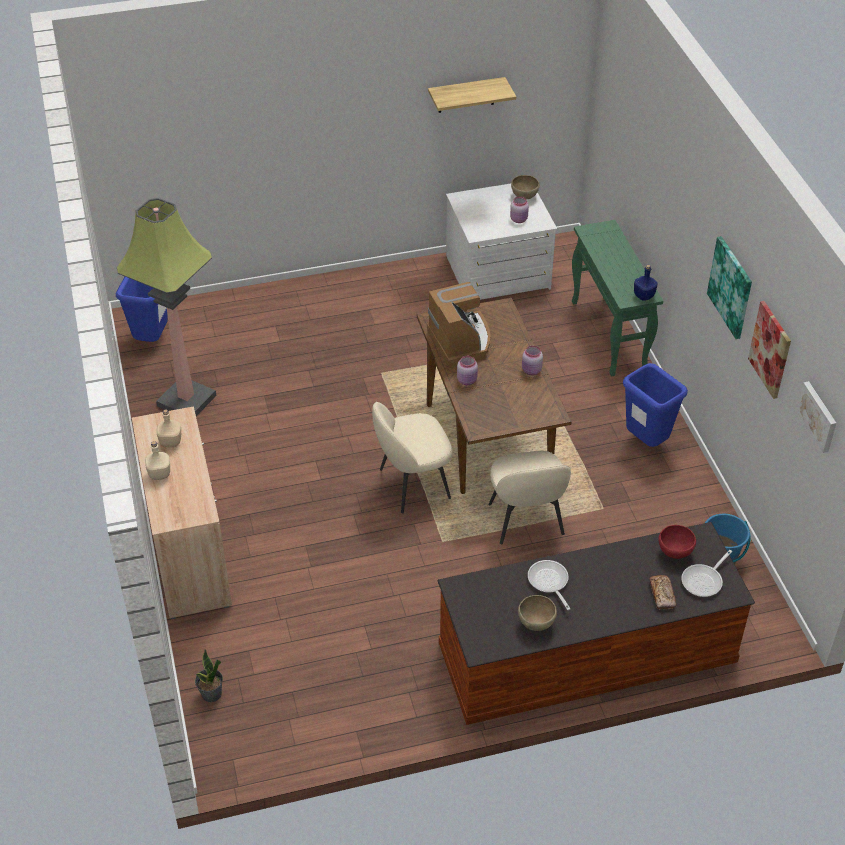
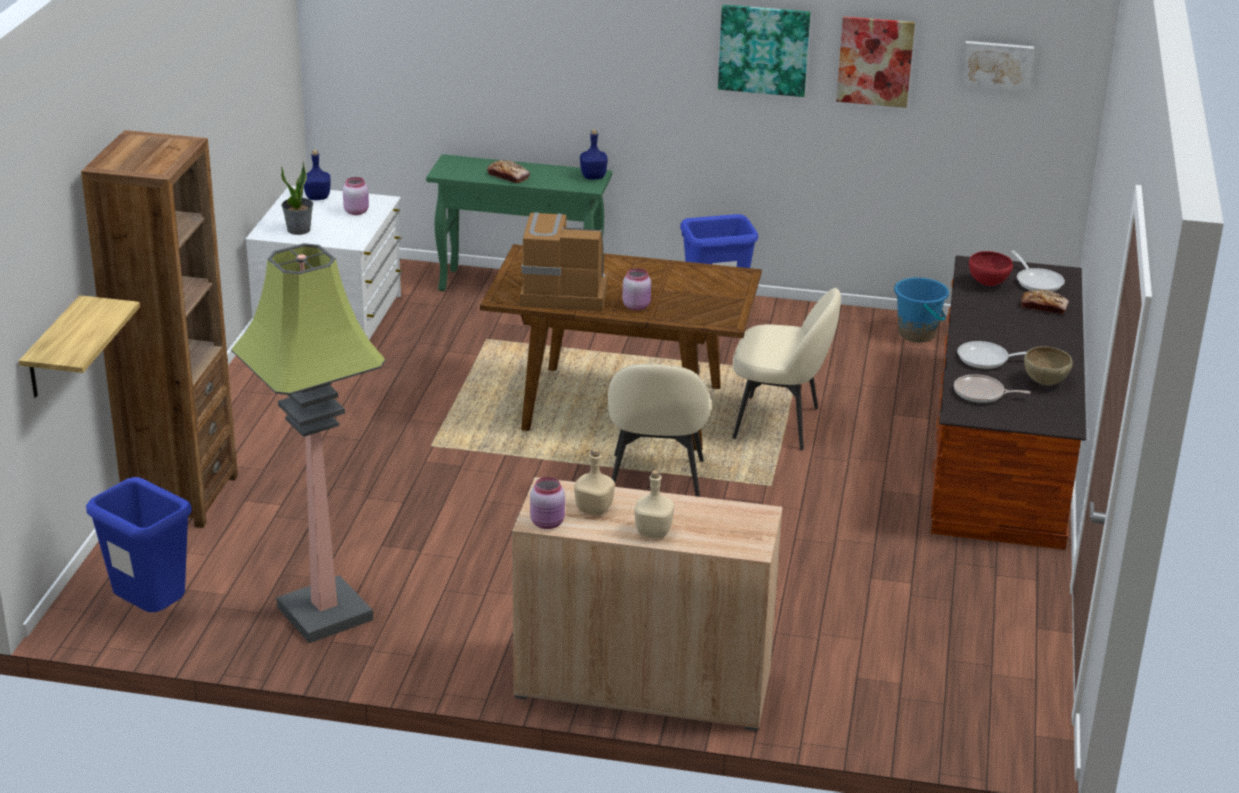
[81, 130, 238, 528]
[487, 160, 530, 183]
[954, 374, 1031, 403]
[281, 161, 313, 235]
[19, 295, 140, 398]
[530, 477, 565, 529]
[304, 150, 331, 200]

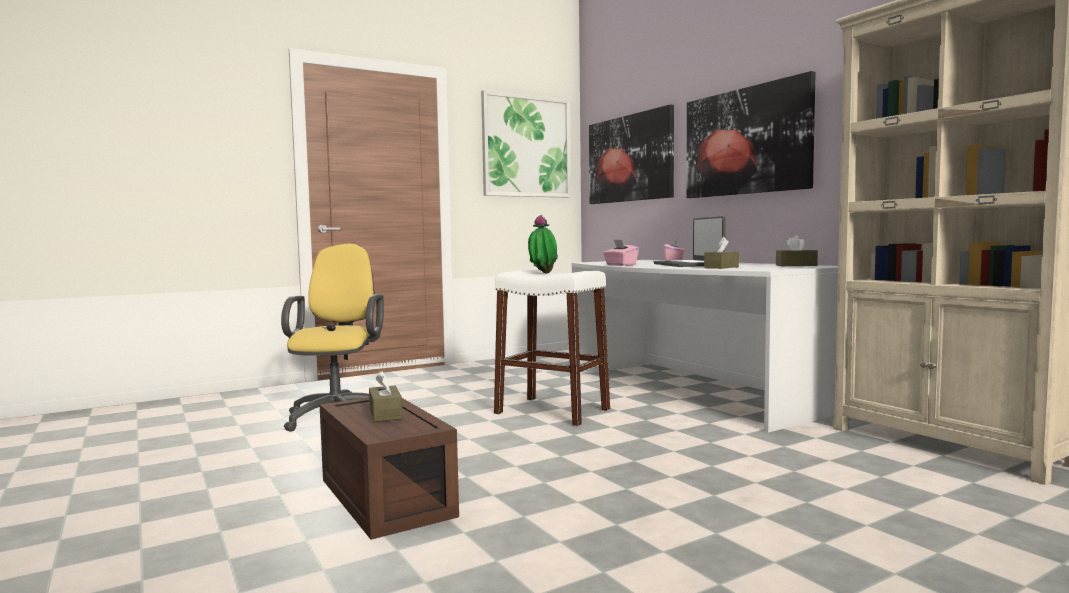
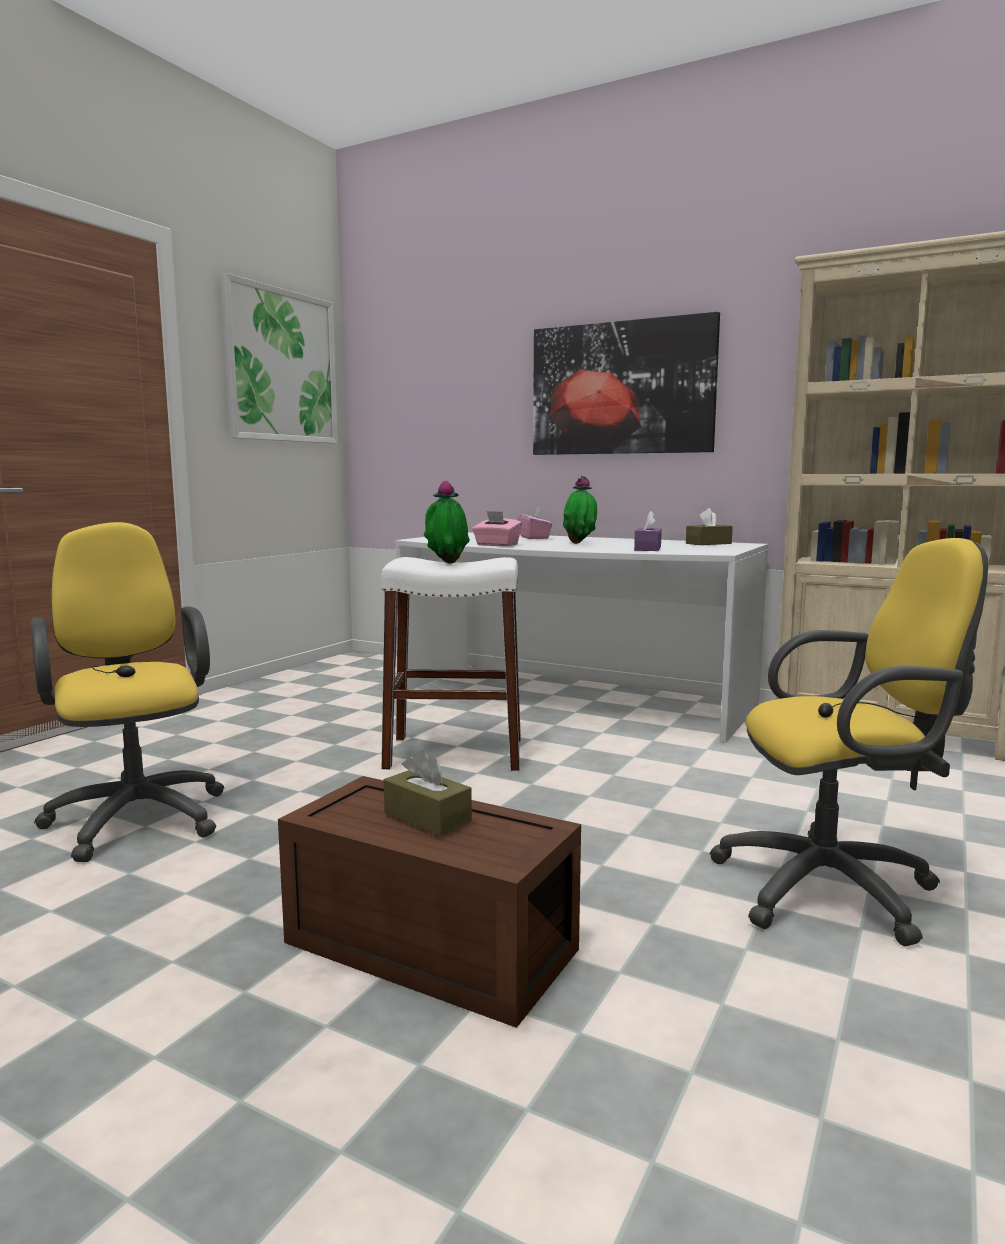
[589, 104, 674, 204] (first image)
[709, 538, 988, 946]
[563, 476, 597, 544]
[634, 511, 662, 551]

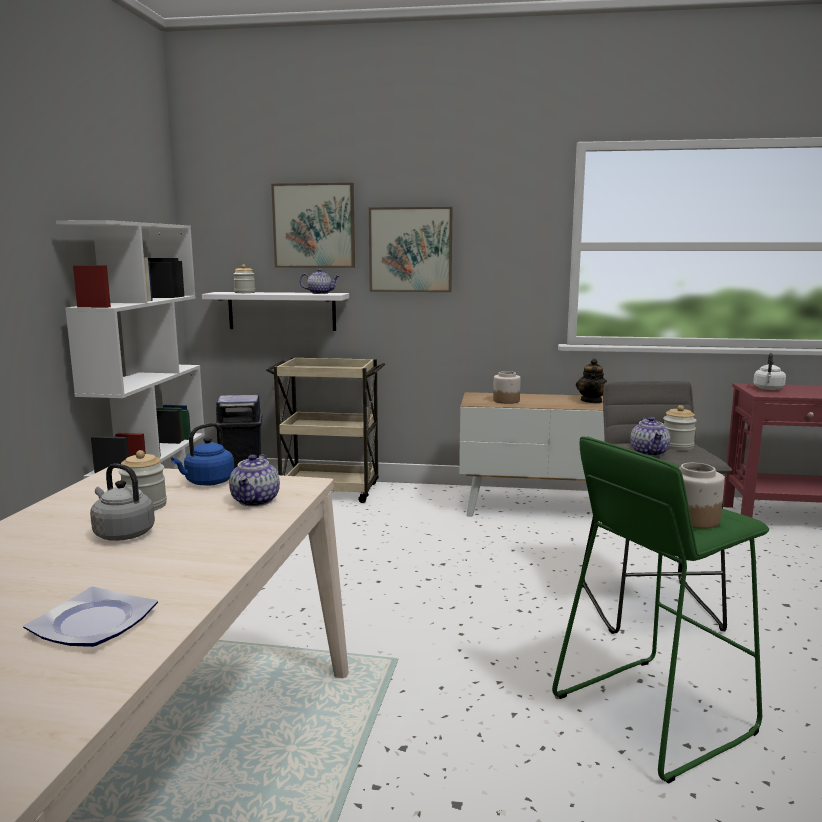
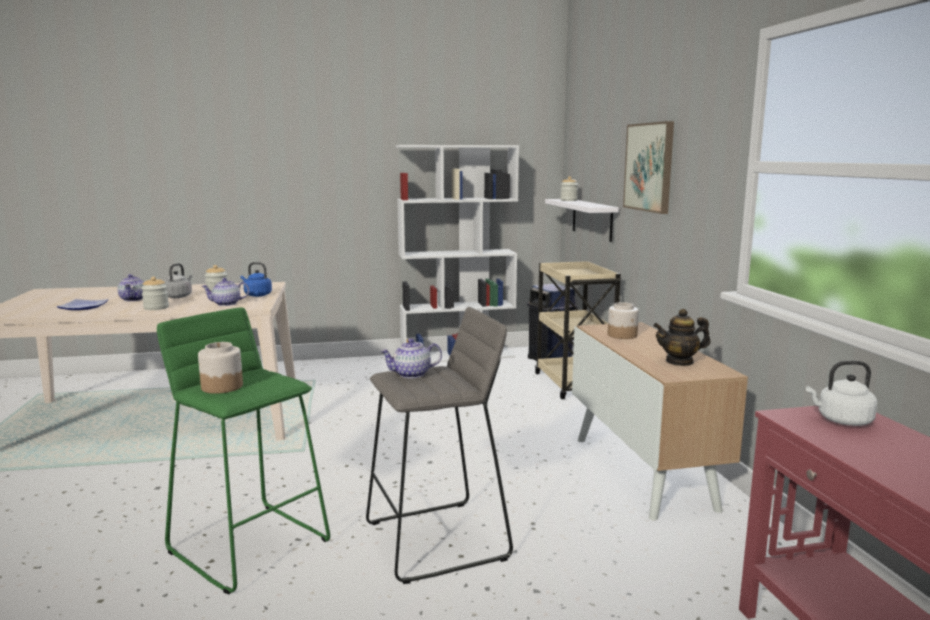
[271, 183, 355, 268] (first image)
[118, 274, 144, 301]
[141, 276, 169, 310]

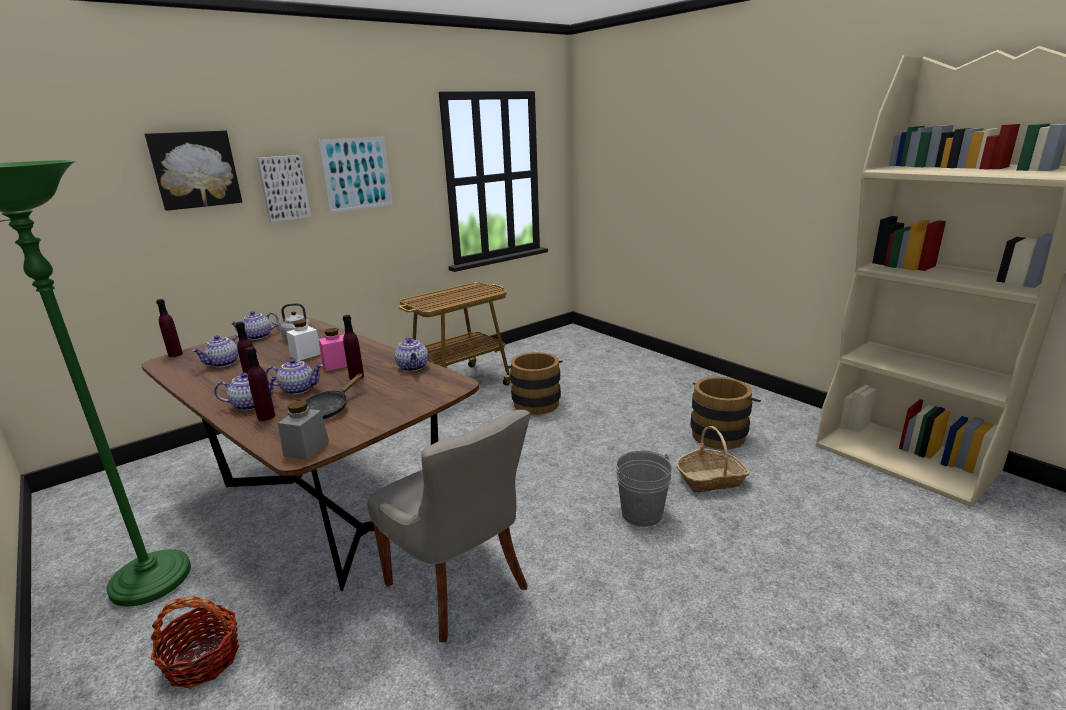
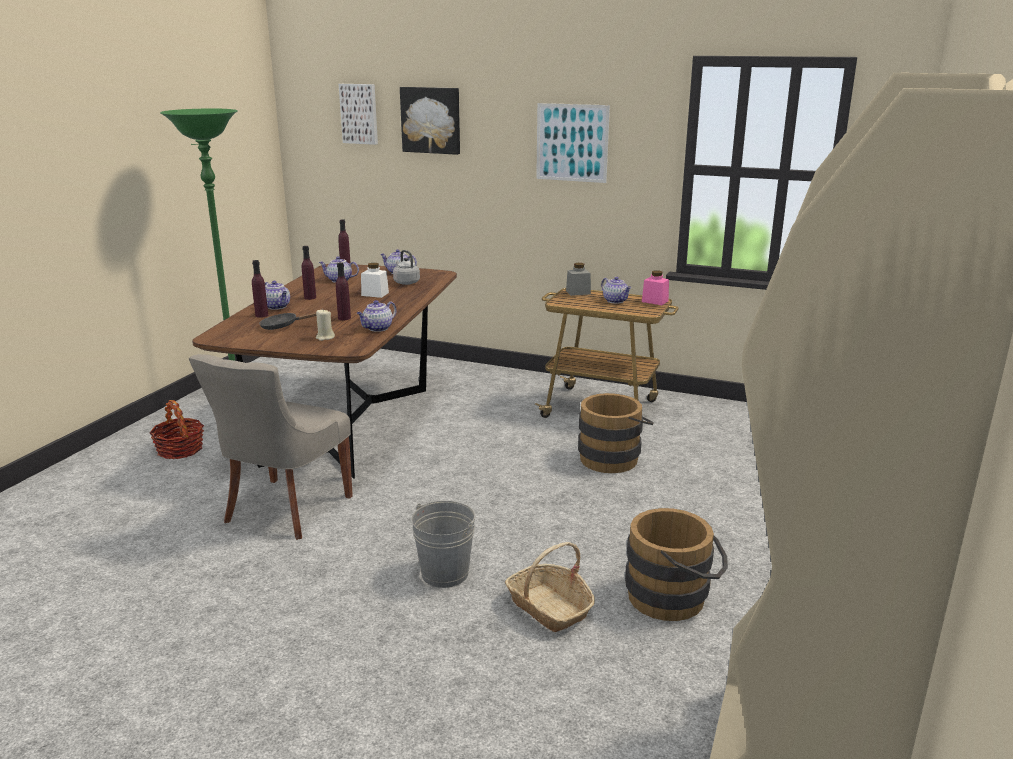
[316, 310, 335, 341]
[339, 84, 378, 145]
[601, 277, 631, 304]
[566, 263, 591, 296]
[642, 270, 669, 305]

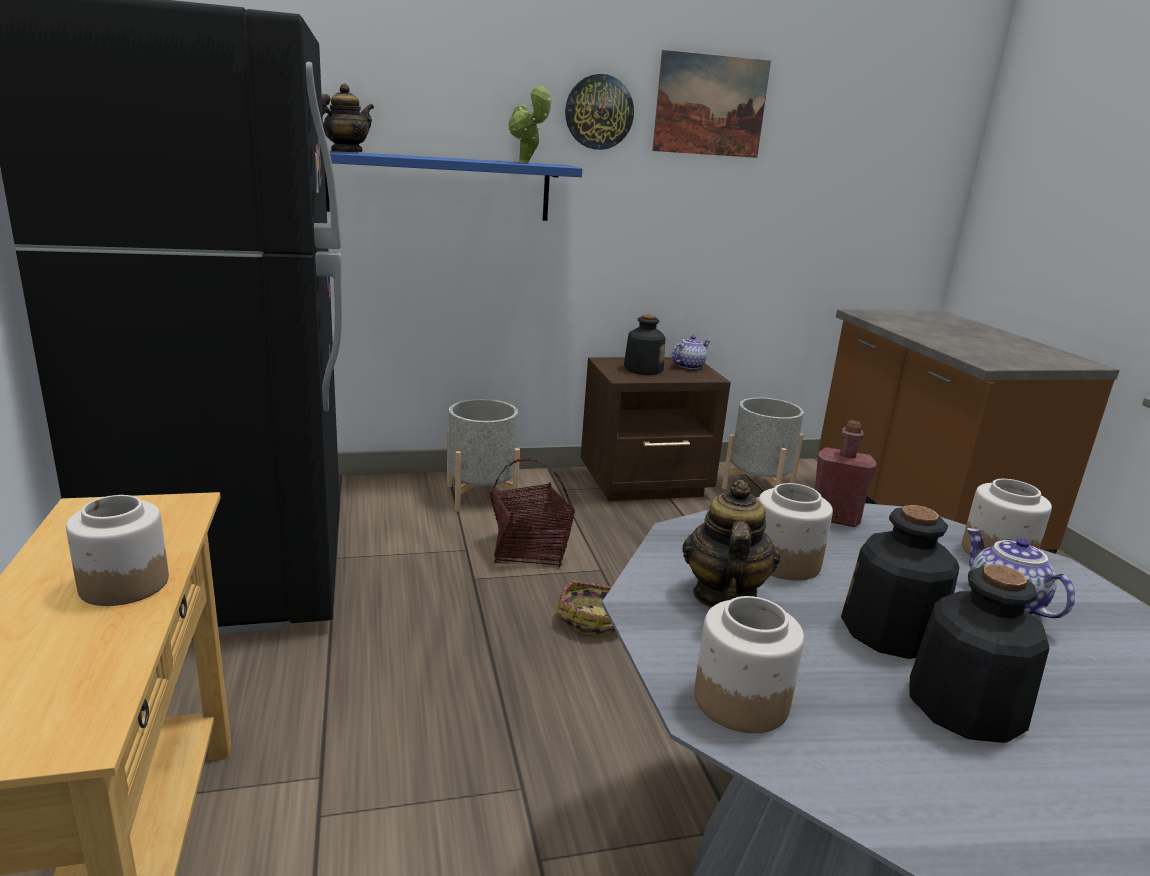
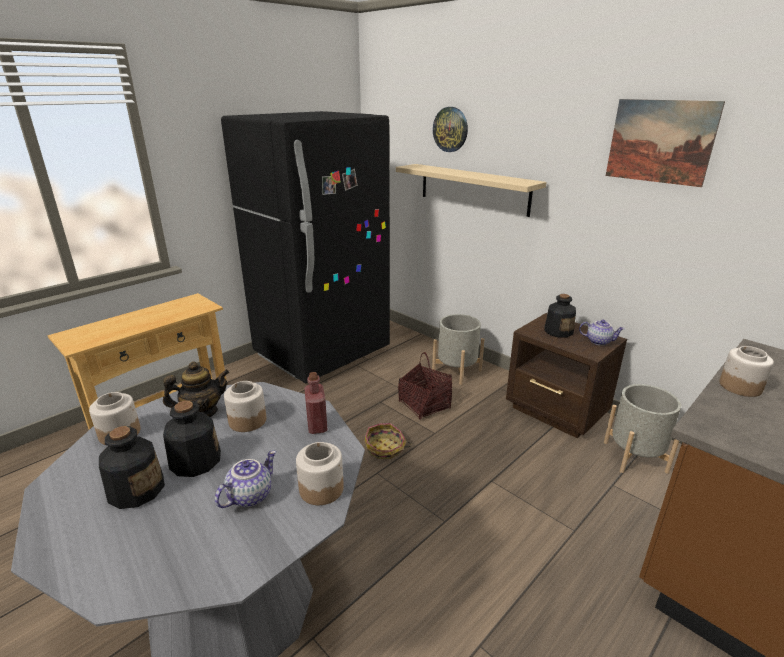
[322, 84, 374, 152] (first image)
[508, 85, 551, 163] (first image)
[719, 346, 774, 397]
[433, 107, 468, 152]
[396, 164, 546, 217]

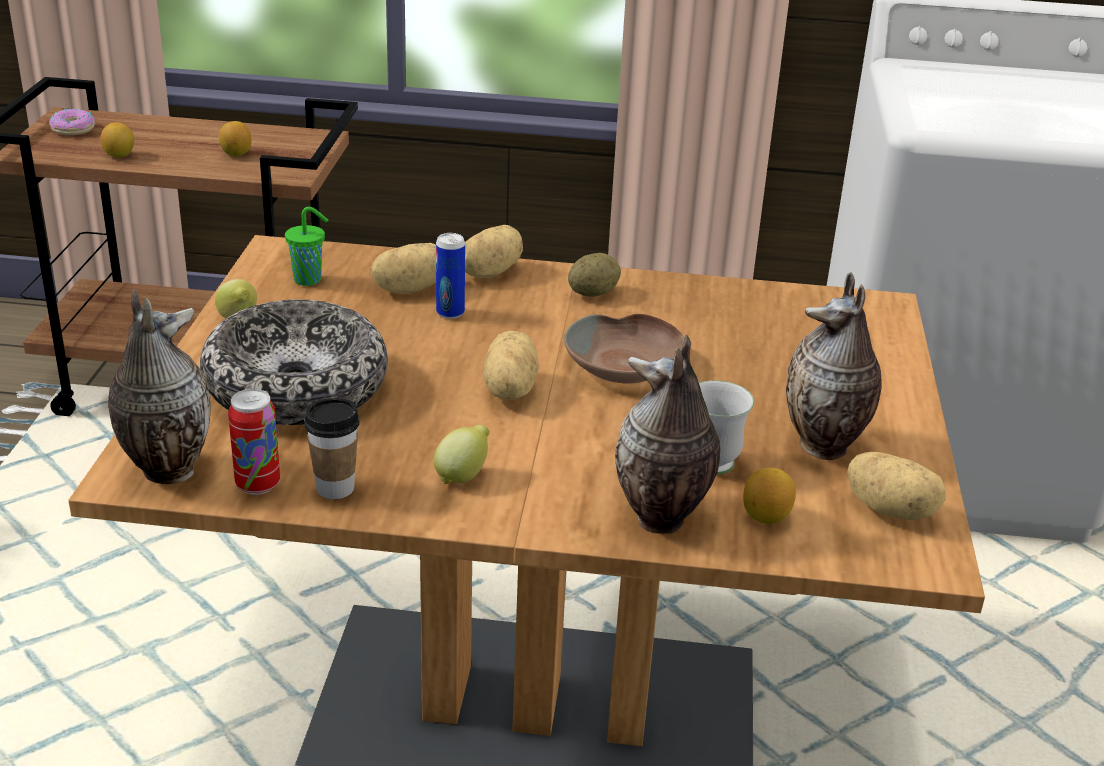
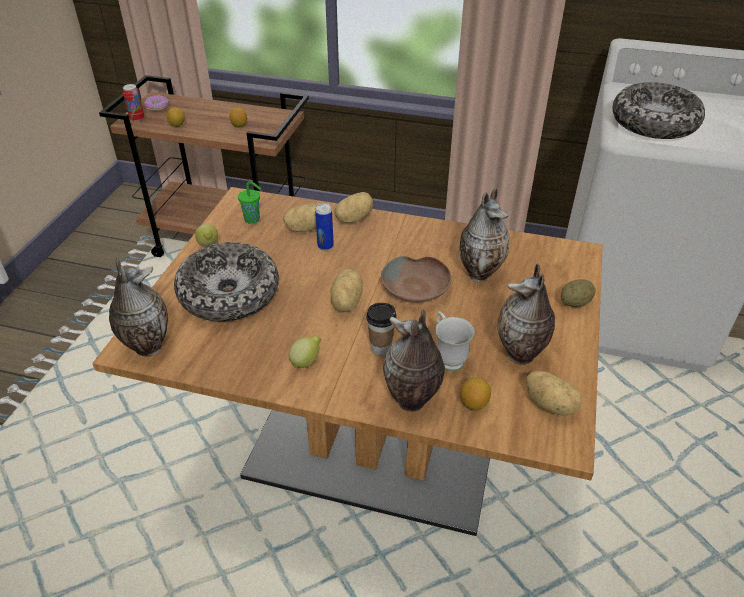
[460, 188, 509, 282]
[612, 82, 705, 139]
[123, 84, 144, 122]
[366, 303, 396, 355]
[561, 279, 595, 307]

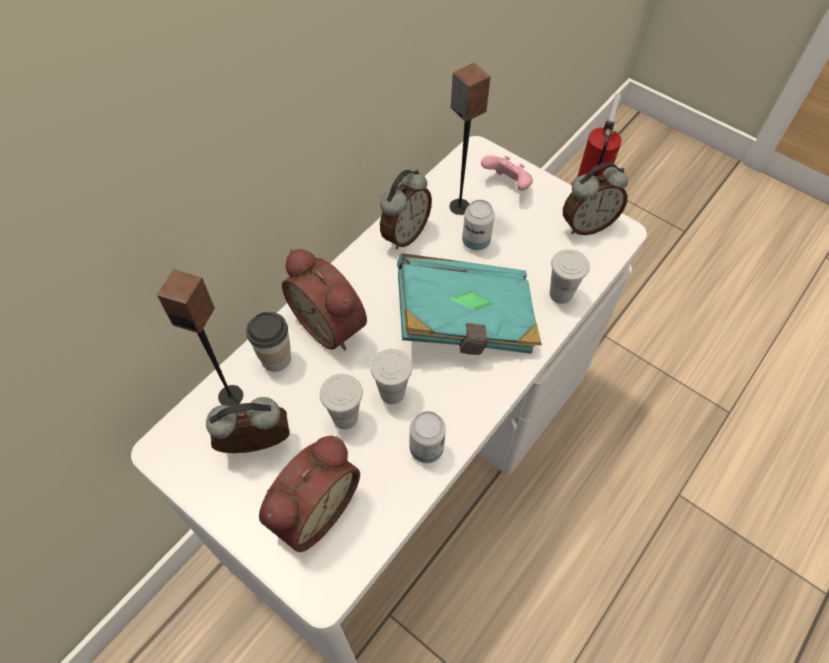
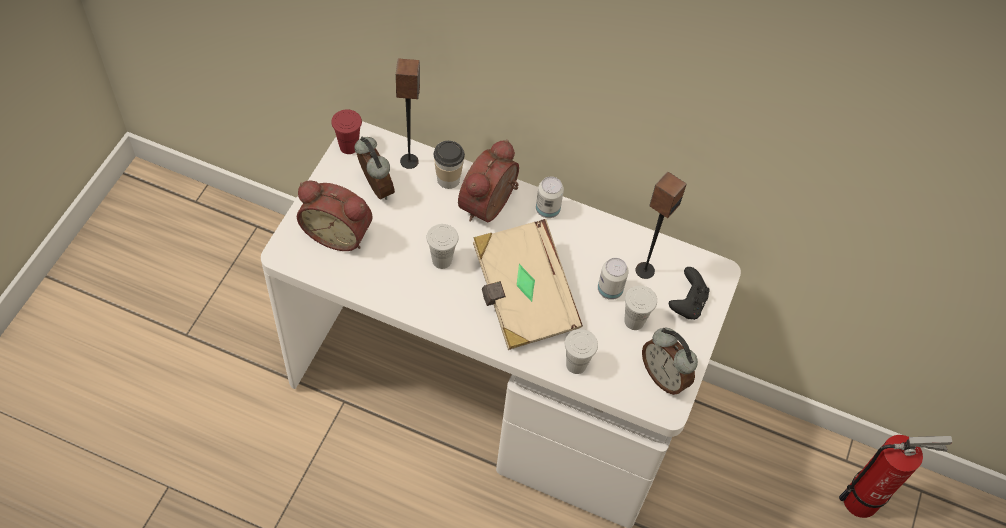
[380, 170, 432, 249] (first image)
[331, 110, 362, 154]
[624, 285, 657, 330]
[536, 177, 564, 218]
[473, 219, 583, 350]
[669, 267, 710, 320]

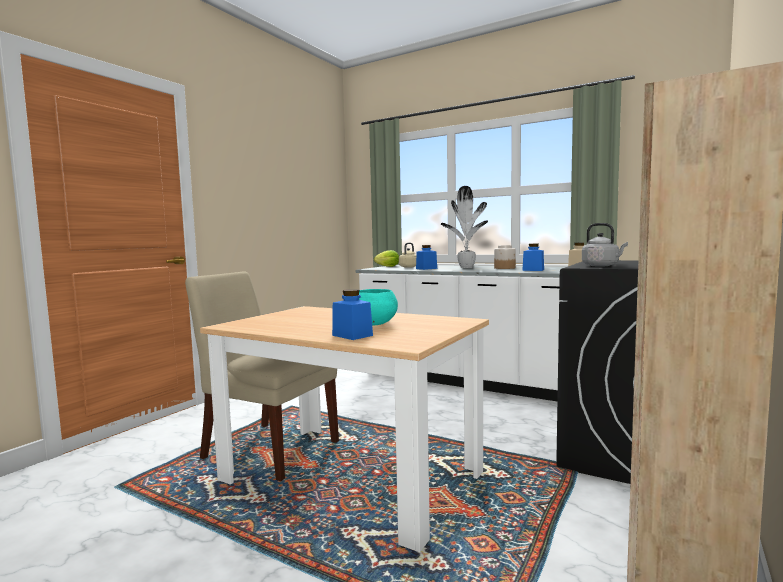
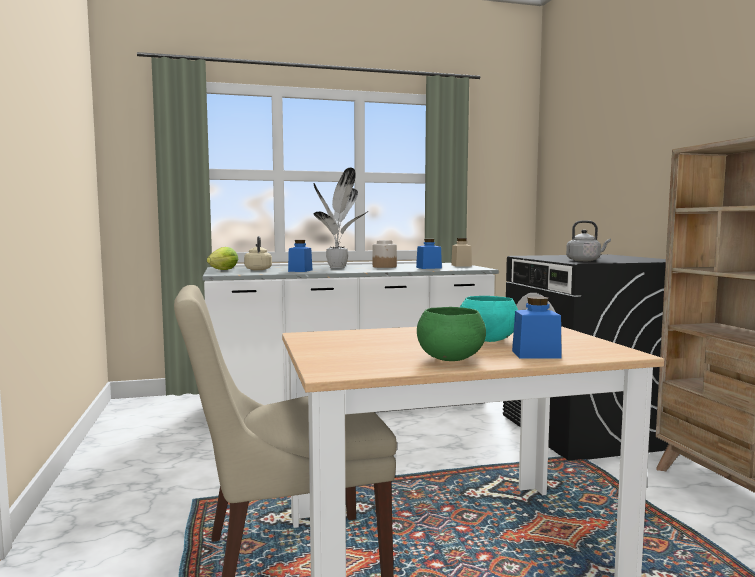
[417, 307, 486, 361]

